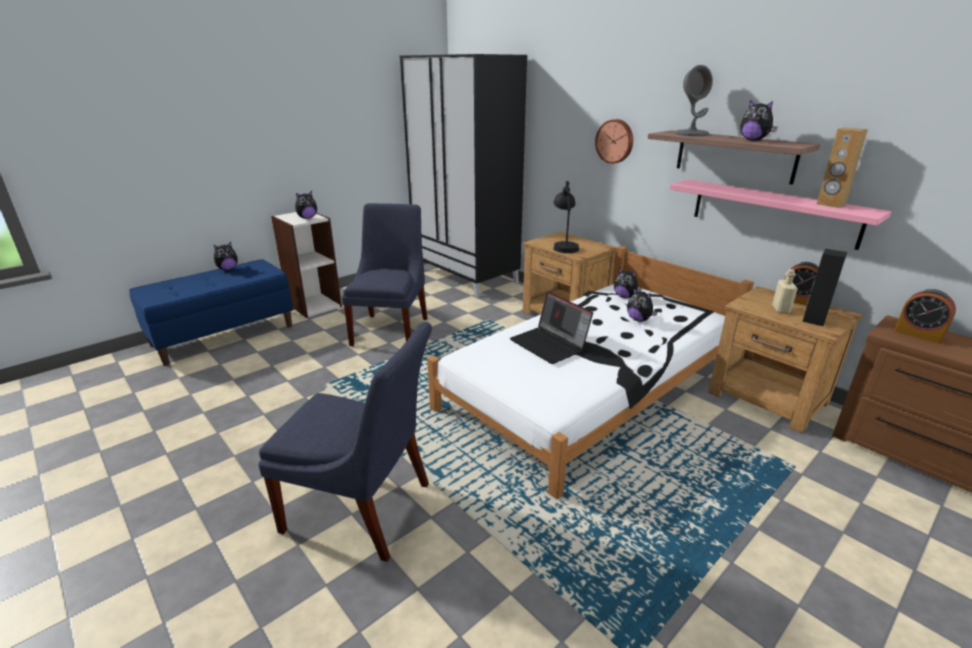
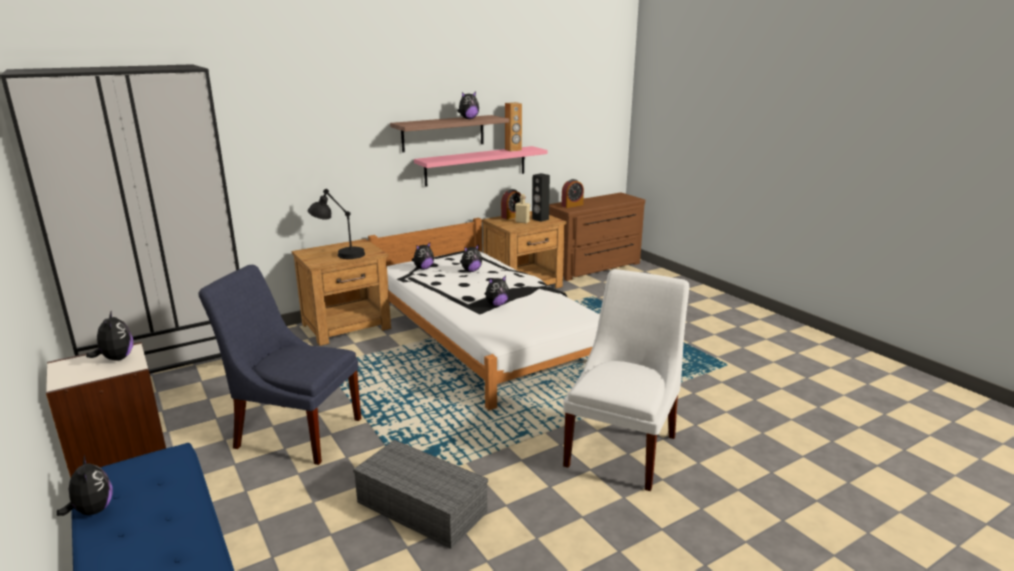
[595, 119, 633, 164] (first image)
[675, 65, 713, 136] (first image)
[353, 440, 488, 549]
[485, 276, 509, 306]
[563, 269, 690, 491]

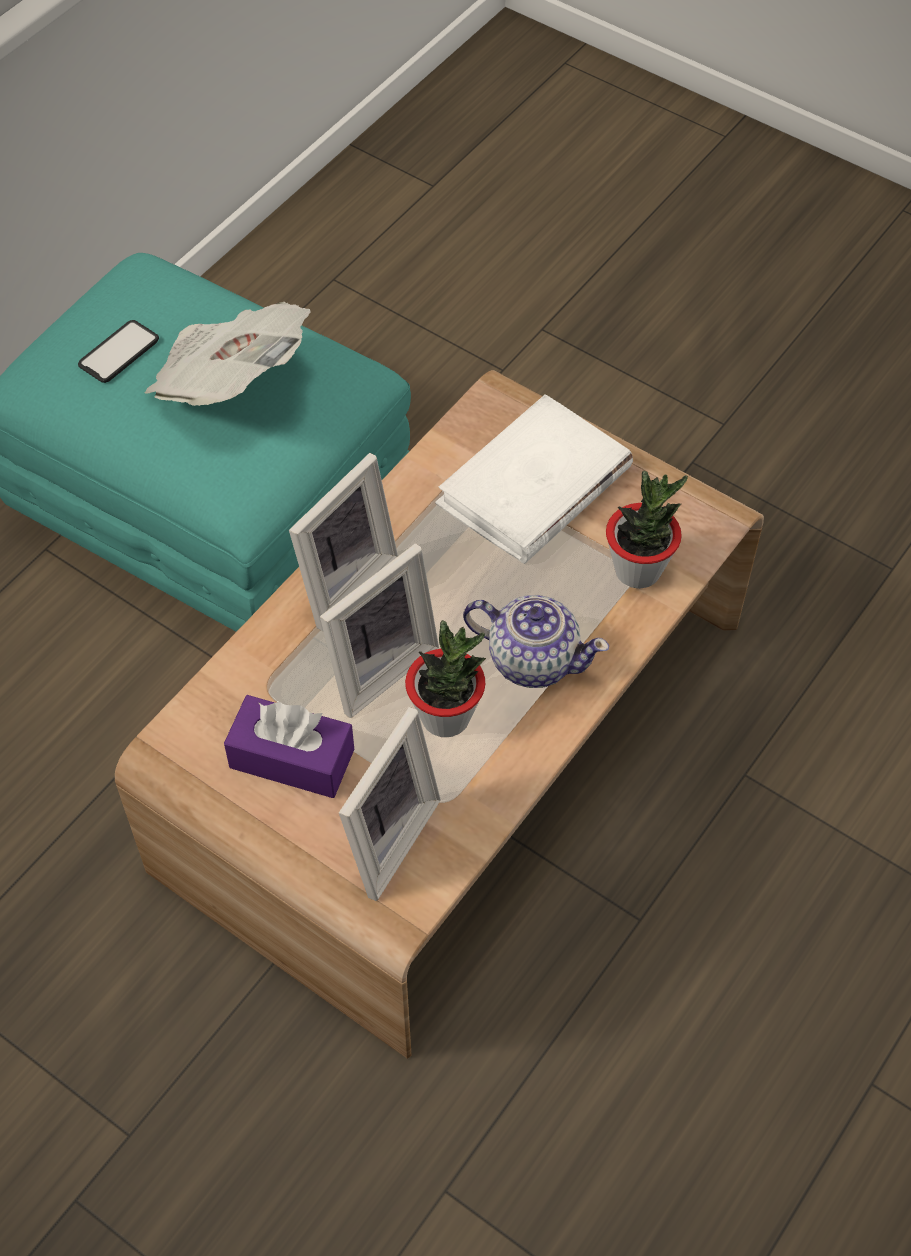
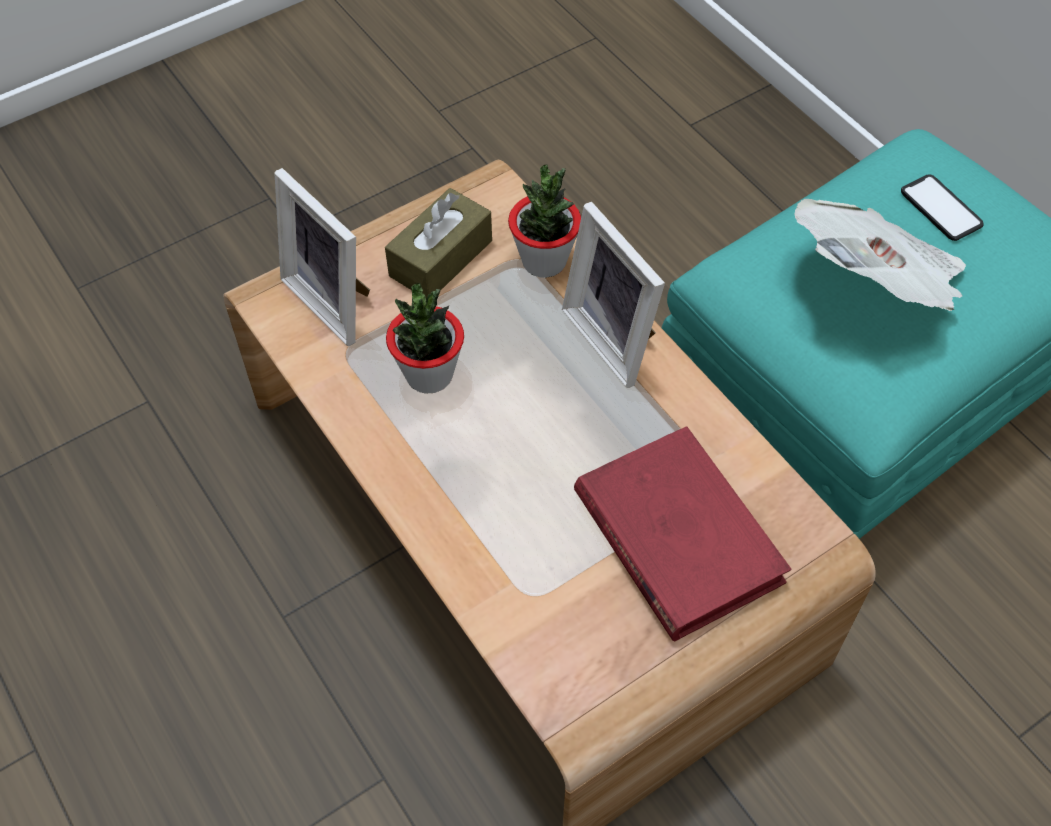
[320, 543, 439, 718] (first image)
[463, 595, 609, 688] (first image)
[508, 164, 581, 278]
[385, 188, 492, 299]
[574, 426, 791, 641]

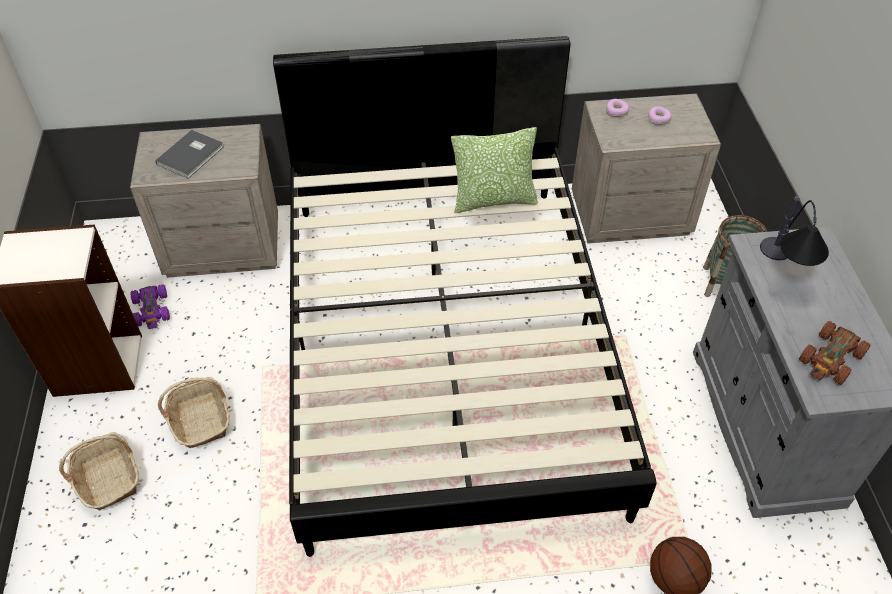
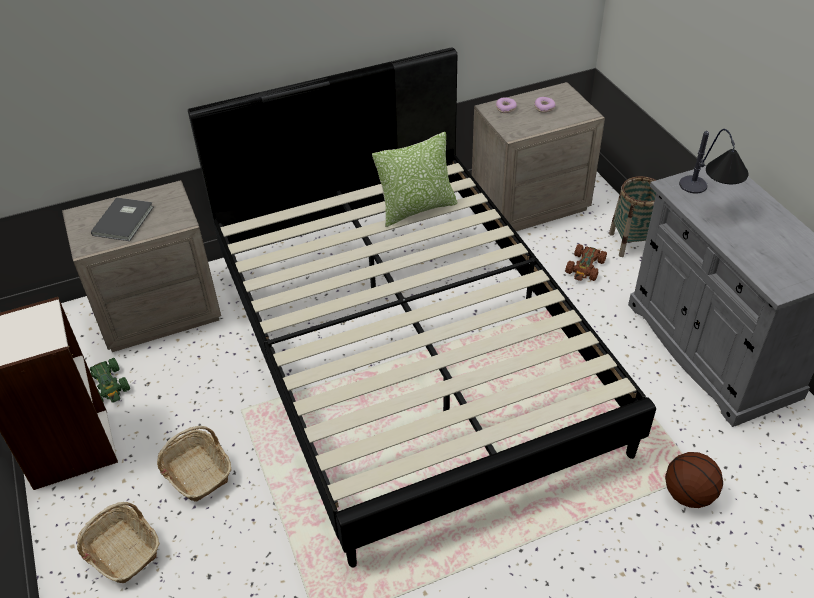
[565, 244, 607, 281]
[90, 358, 130, 403]

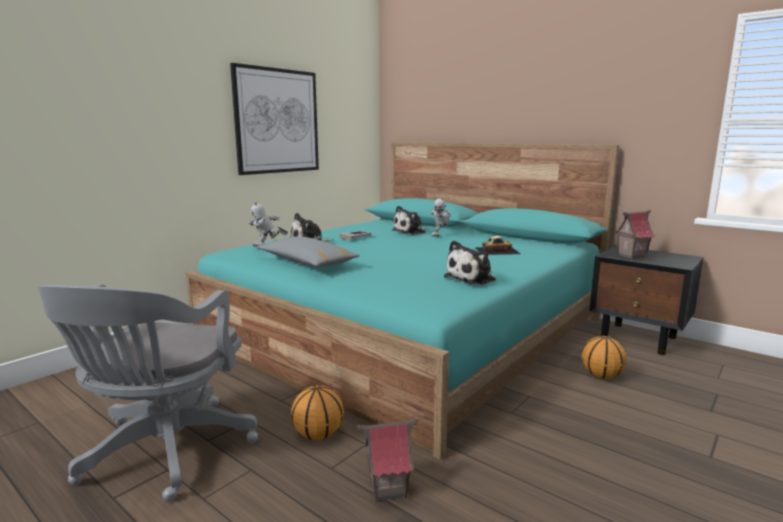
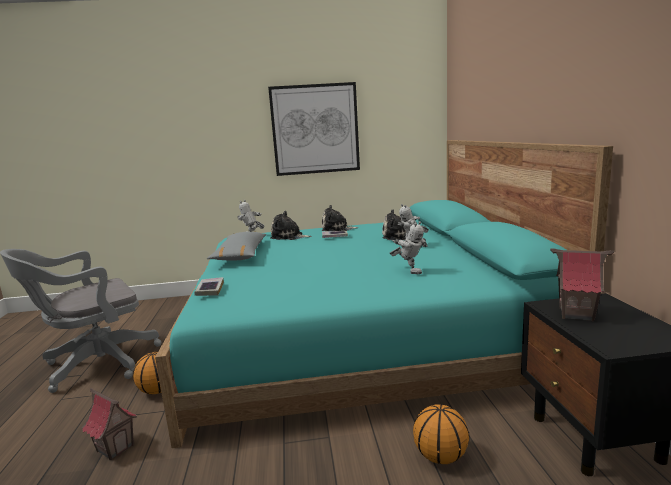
[194, 277, 224, 296]
[322, 205, 359, 231]
[390, 221, 428, 274]

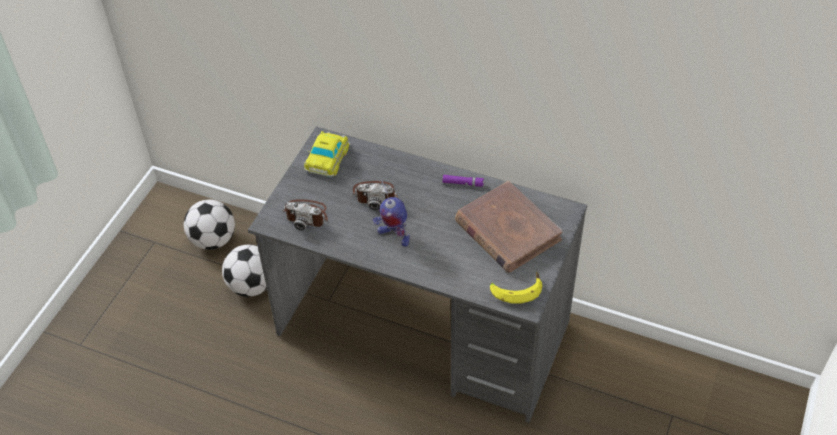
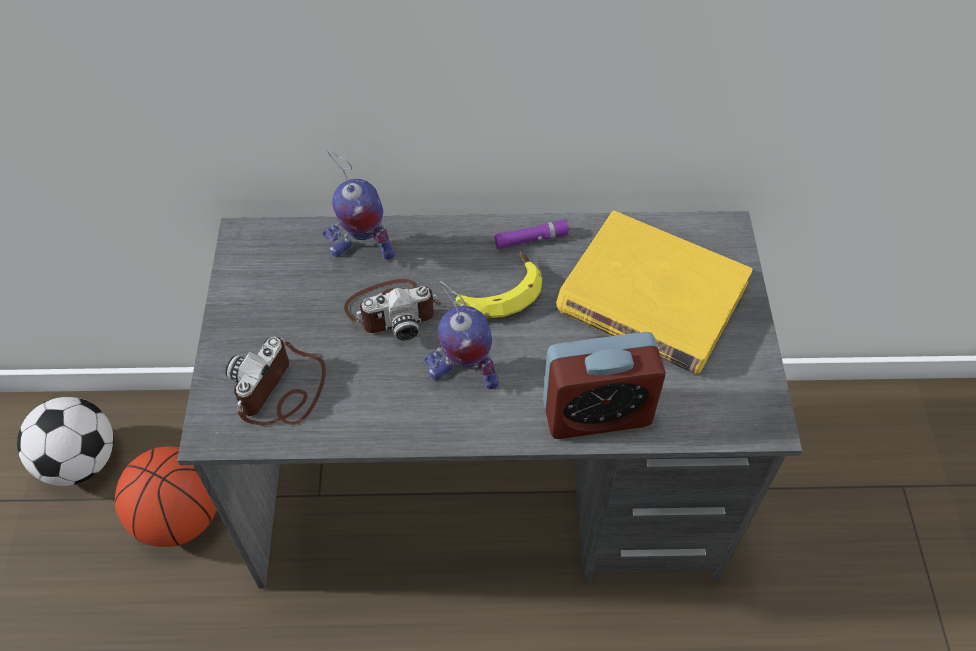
[304, 131, 350, 177] (first image)
[323, 150, 395, 260]
[543, 332, 666, 439]
[455, 251, 542, 318]
[115, 446, 217, 547]
[557, 211, 753, 374]
[225, 337, 326, 425]

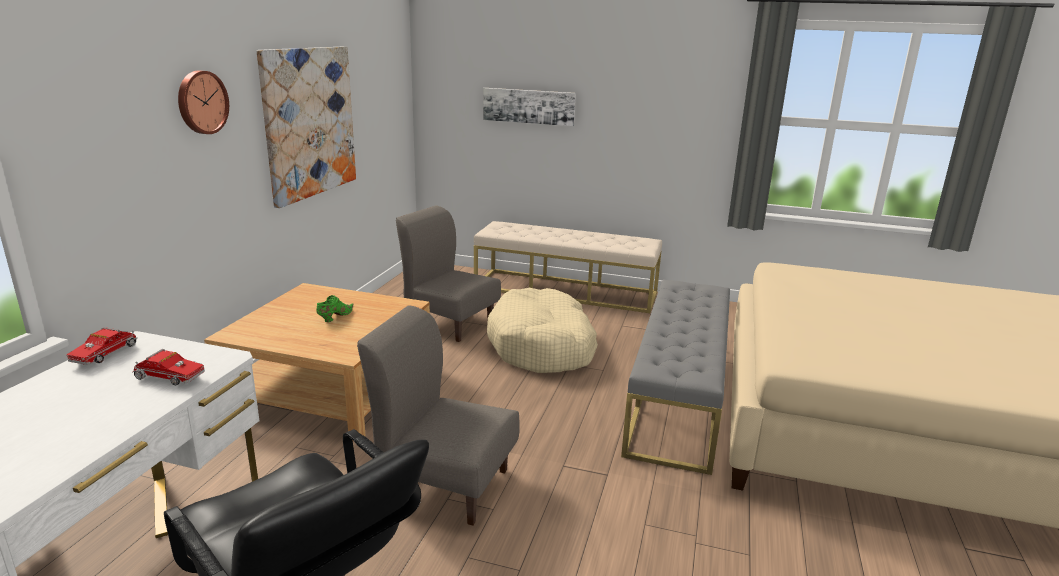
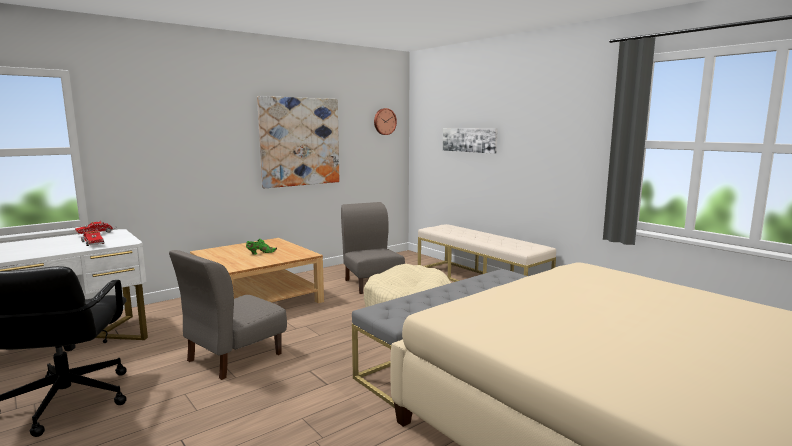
[374, 108, 397, 135]
[169, 250, 287, 380]

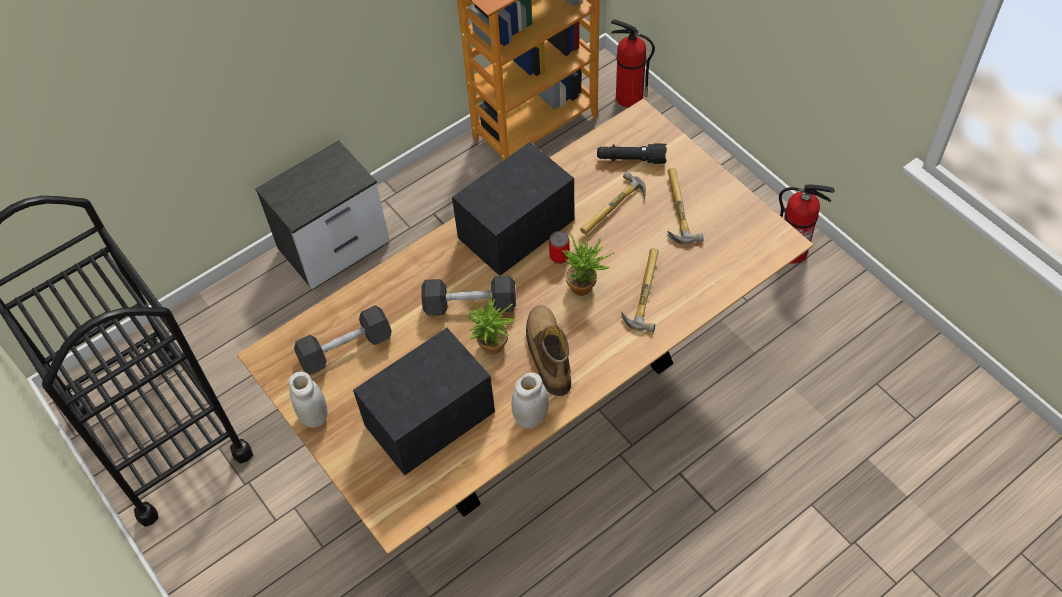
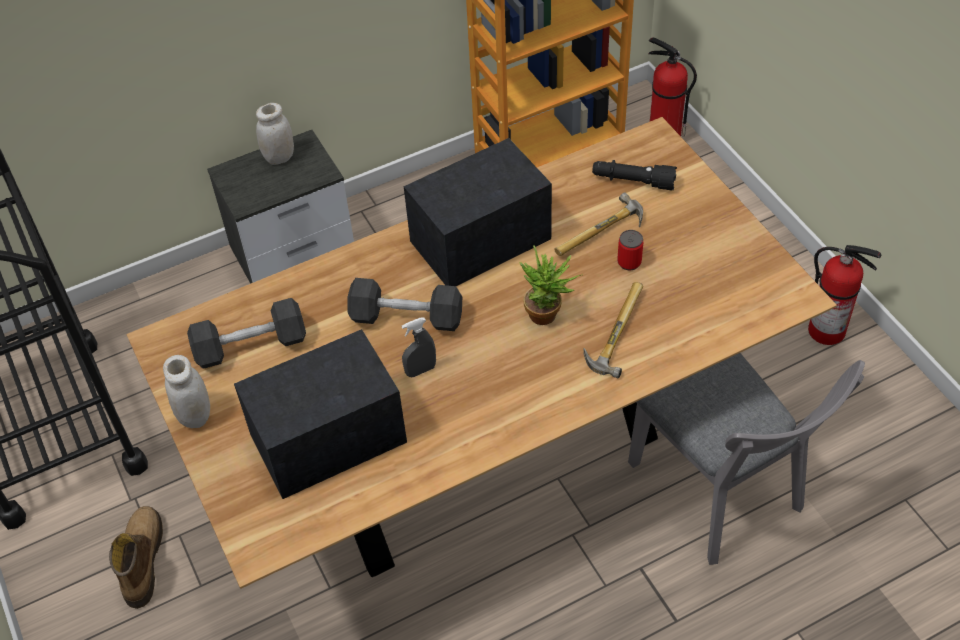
[667, 168, 703, 244] (first image)
[628, 353, 865, 565]
[256, 103, 294, 165]
[109, 506, 163, 609]
[617, 230, 643, 270]
[402, 317, 436, 377]

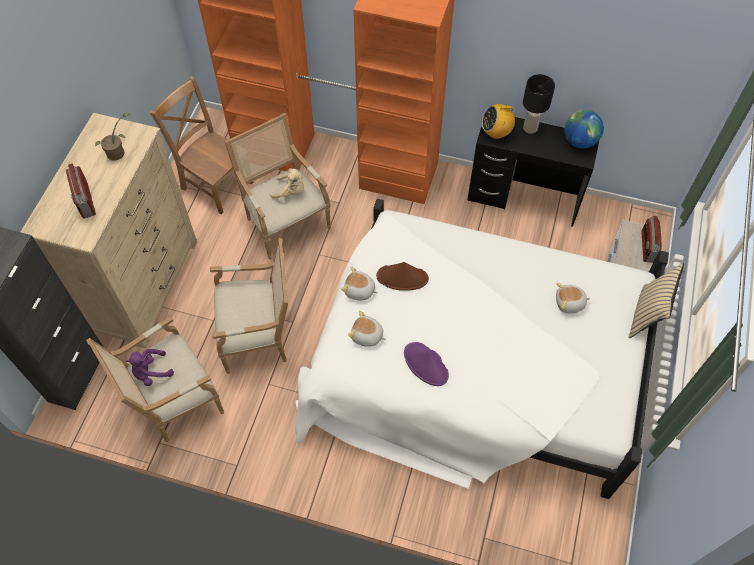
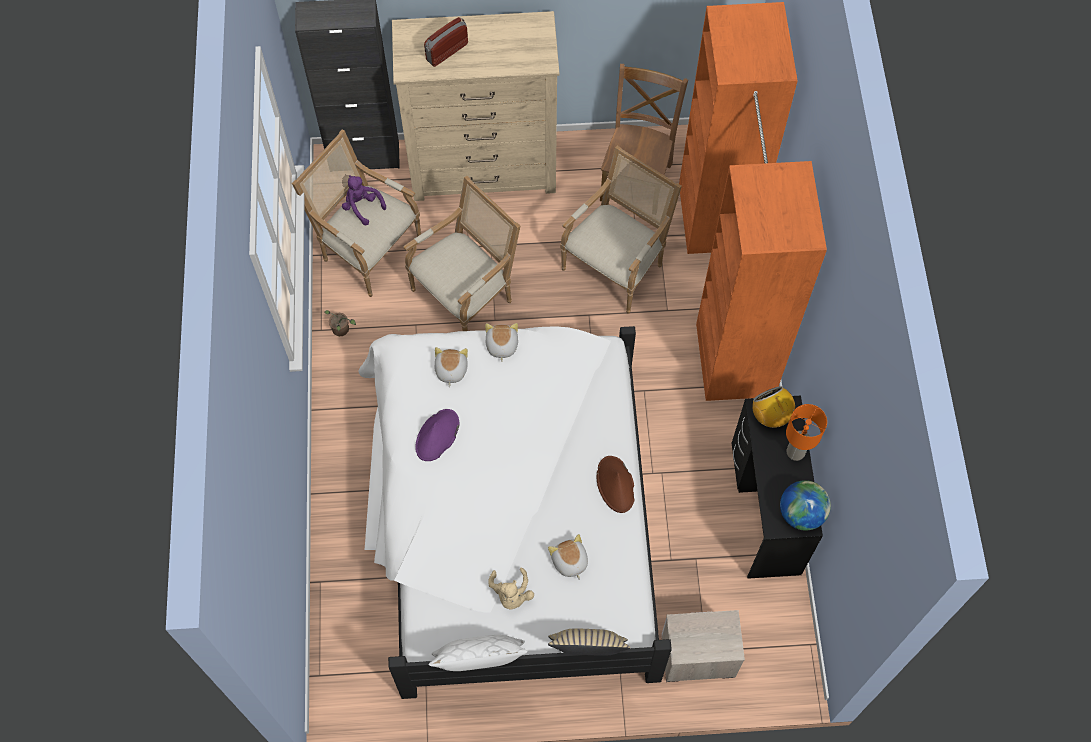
[642, 216, 662, 263] (first image)
[429, 635, 527, 671]
[324, 310, 356, 336]
[488, 568, 534, 609]
[597, 456, 635, 513]
[786, 404, 827, 461]
[403, 176, 520, 331]

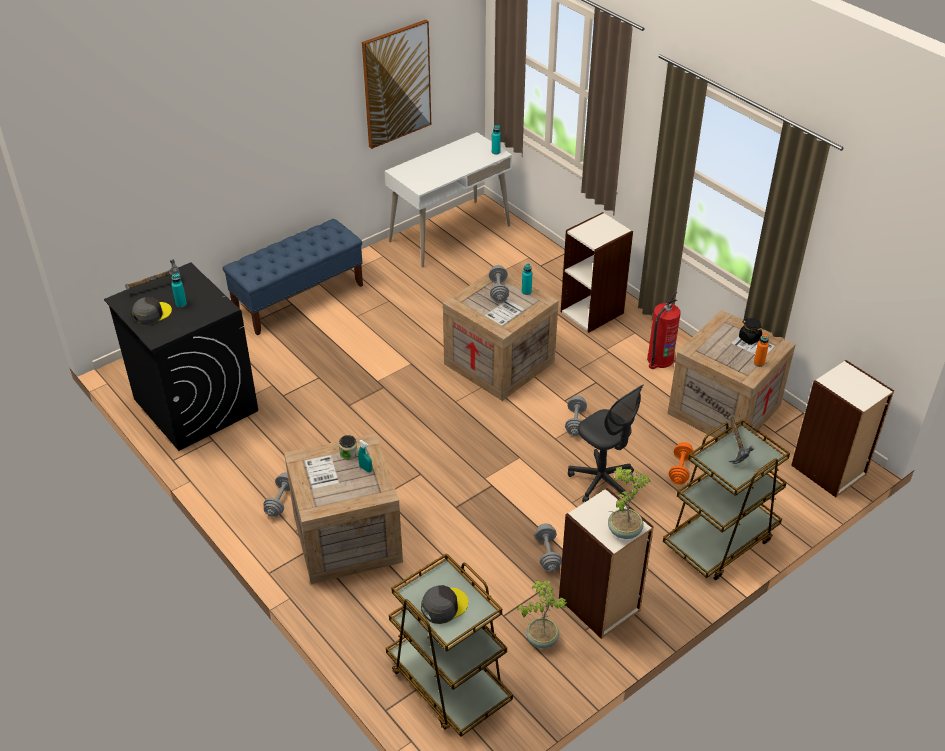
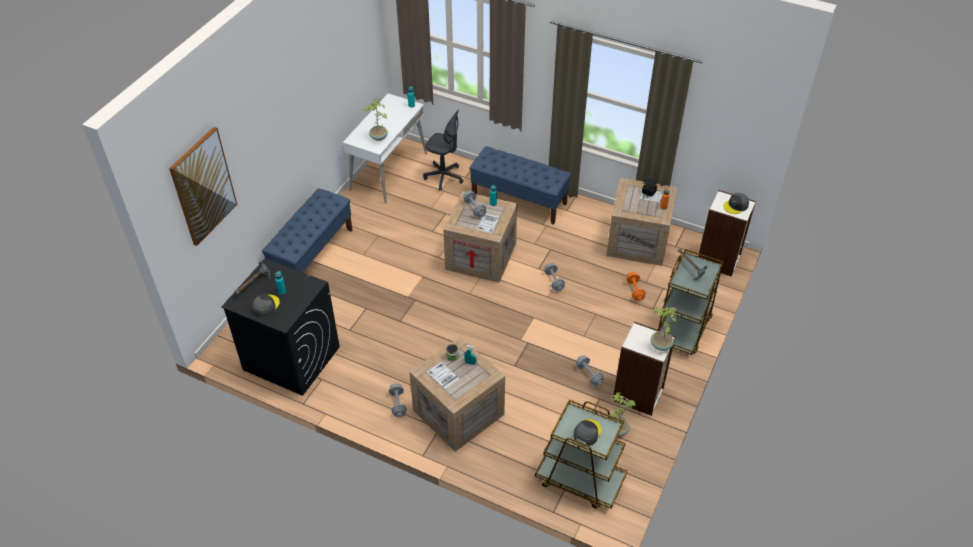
[647, 292, 681, 369] (first image)
[363, 98, 388, 141]
[723, 193, 749, 214]
[169, 127, 237, 246]
[423, 109, 464, 191]
[470, 146, 571, 225]

